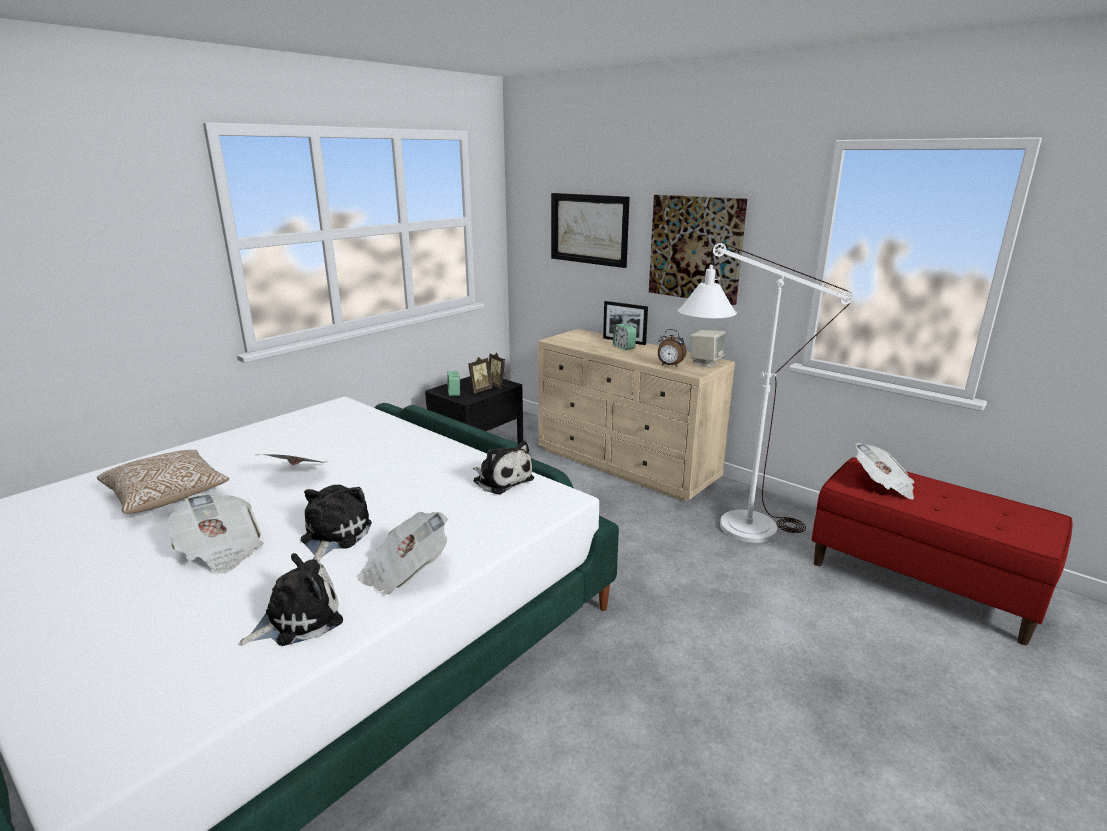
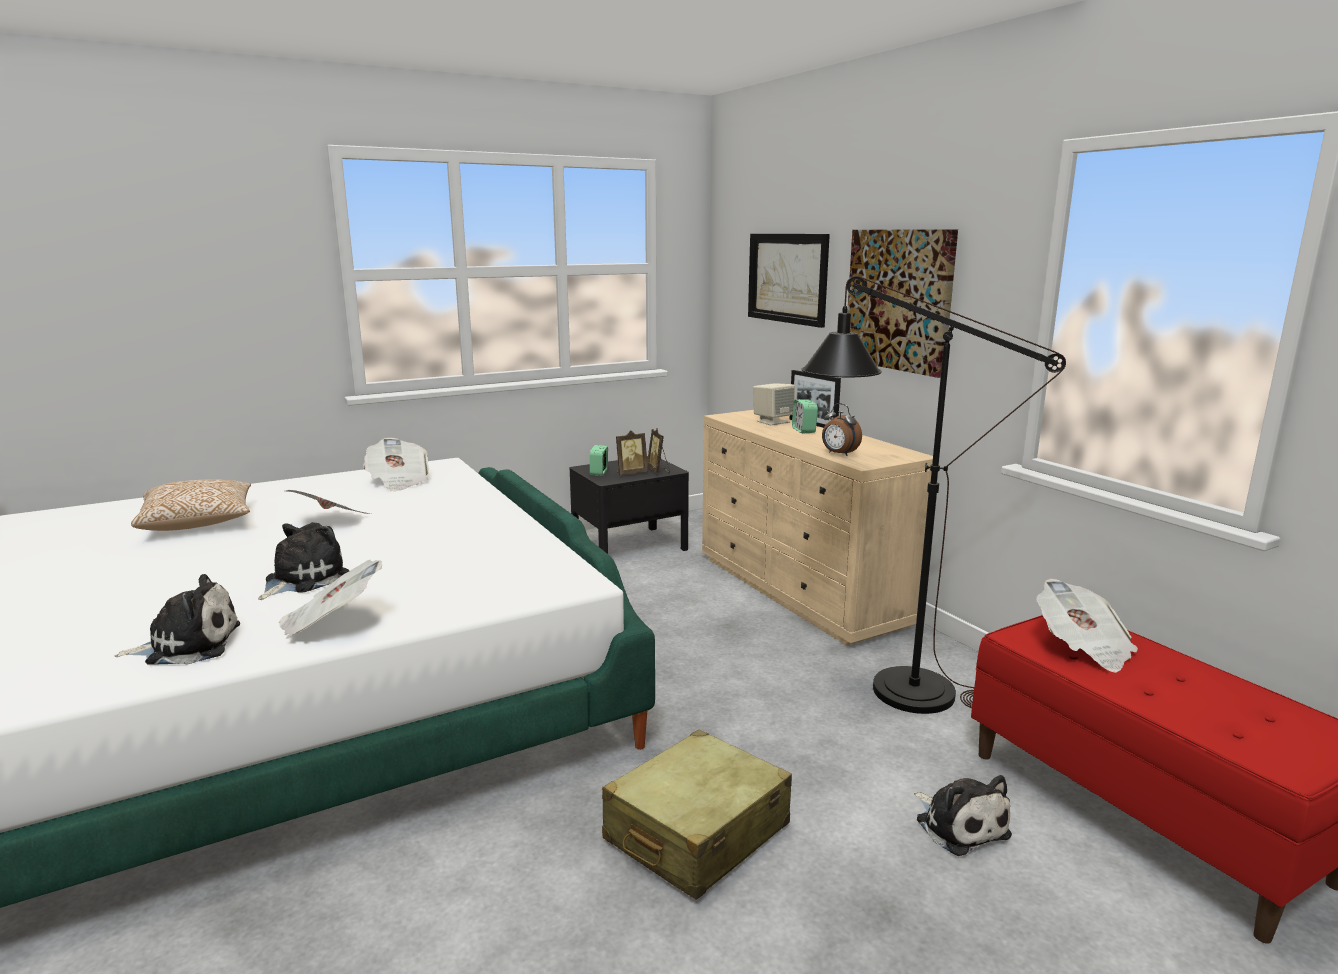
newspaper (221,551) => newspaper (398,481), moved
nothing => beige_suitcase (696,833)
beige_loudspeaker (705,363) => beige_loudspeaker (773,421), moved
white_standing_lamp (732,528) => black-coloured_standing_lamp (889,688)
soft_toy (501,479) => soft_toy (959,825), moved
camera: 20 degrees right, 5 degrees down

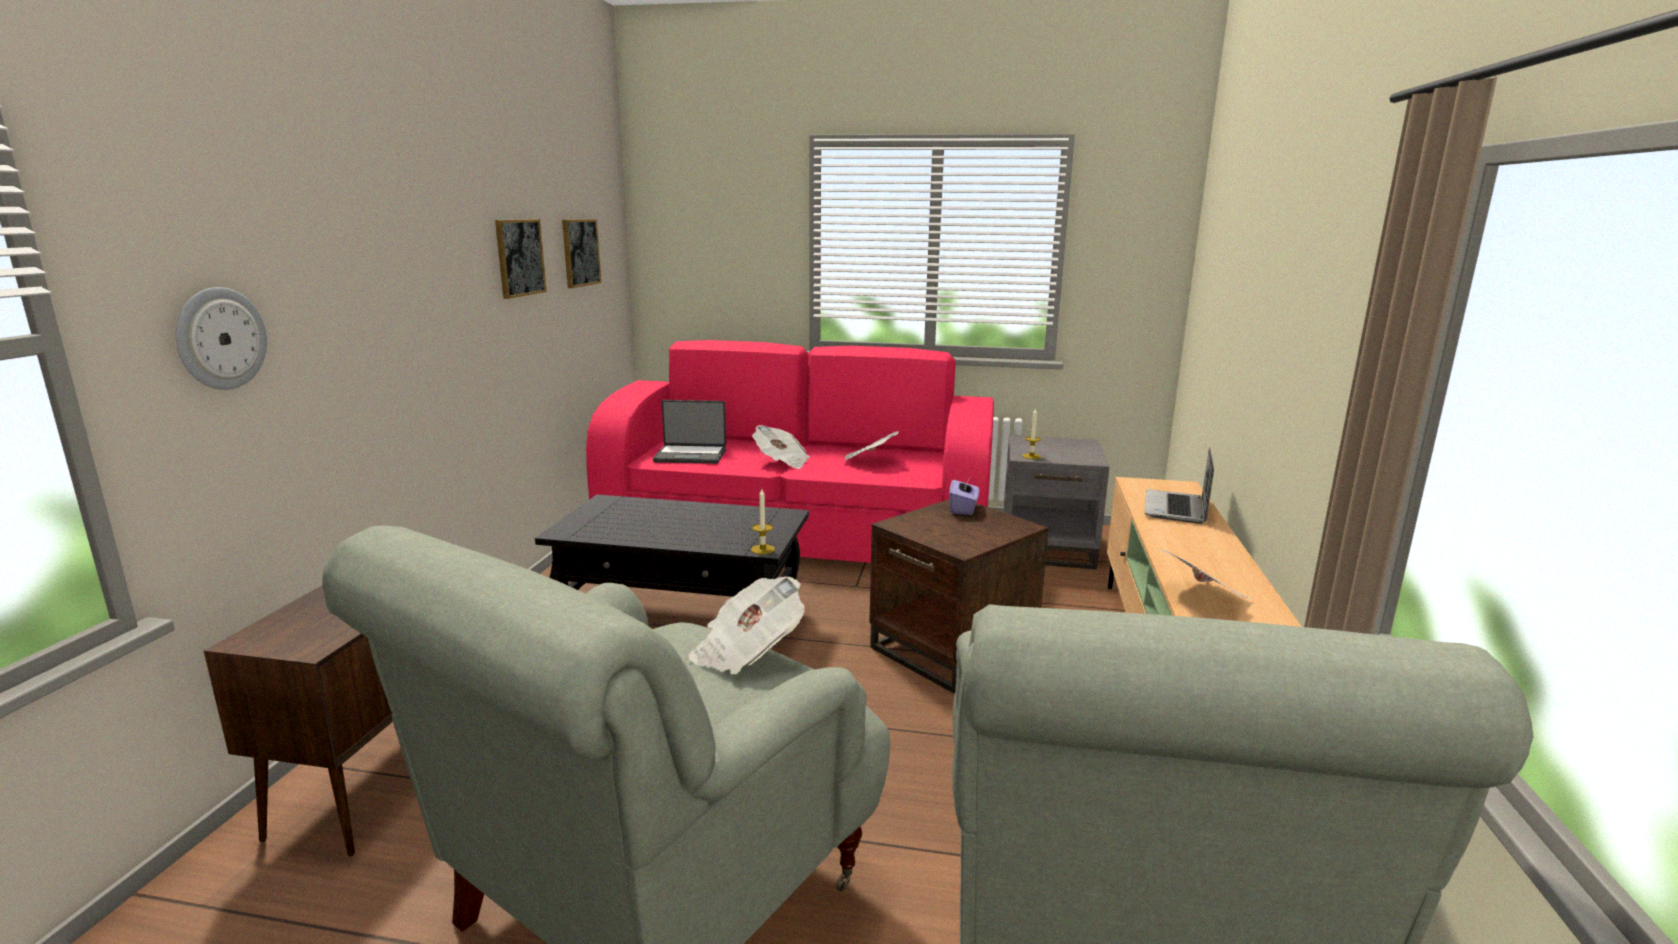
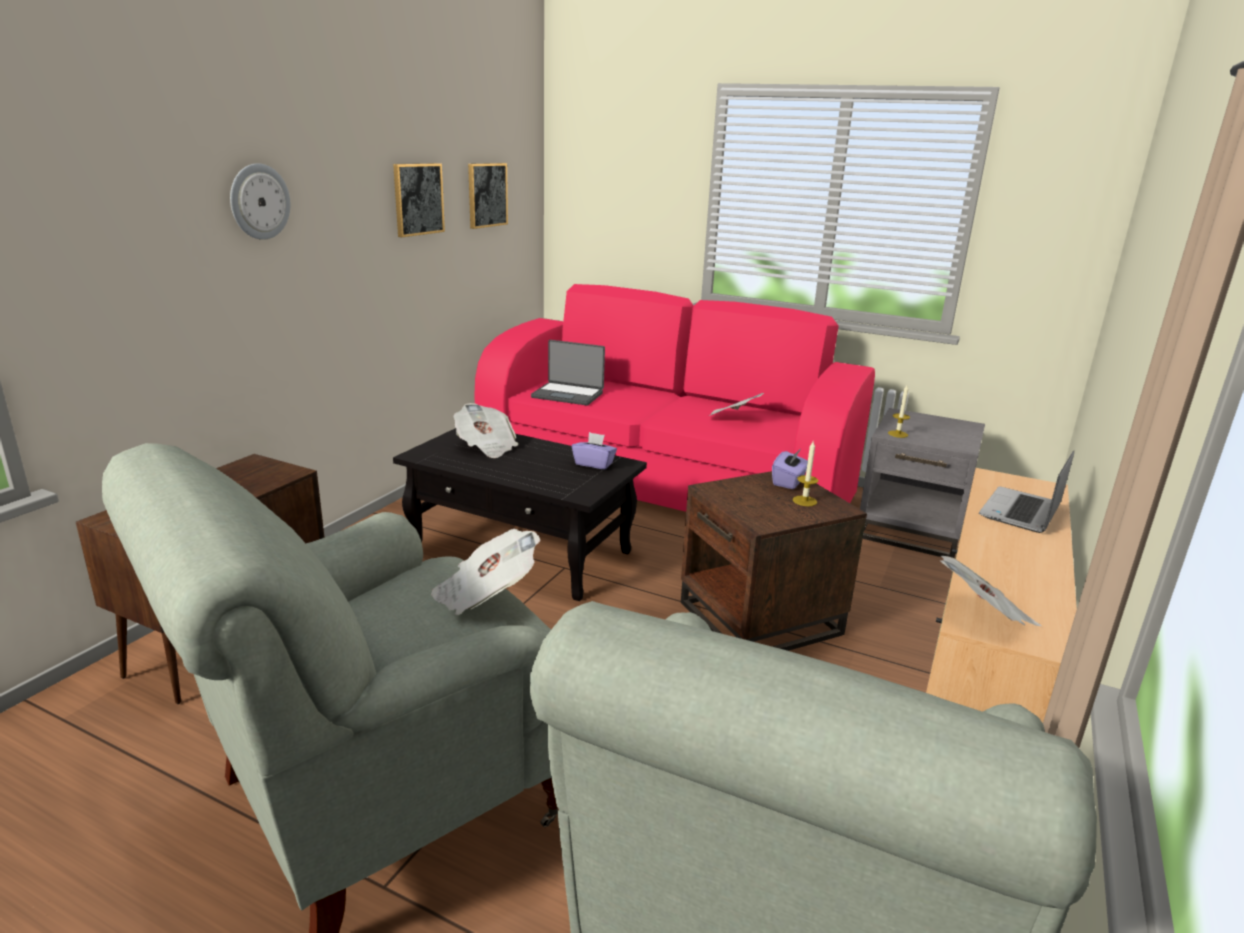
clock_on_the_wall (220,338) => clock_on_the_wall (259,201), moved
newspaper (781,462) => newspaper (486,446), moved
nothing => purple-coloured_tissue_holder (594,464)
candle (762,549) => candle (804,501), moved
camera: 15 degrees right, 5 degrees up

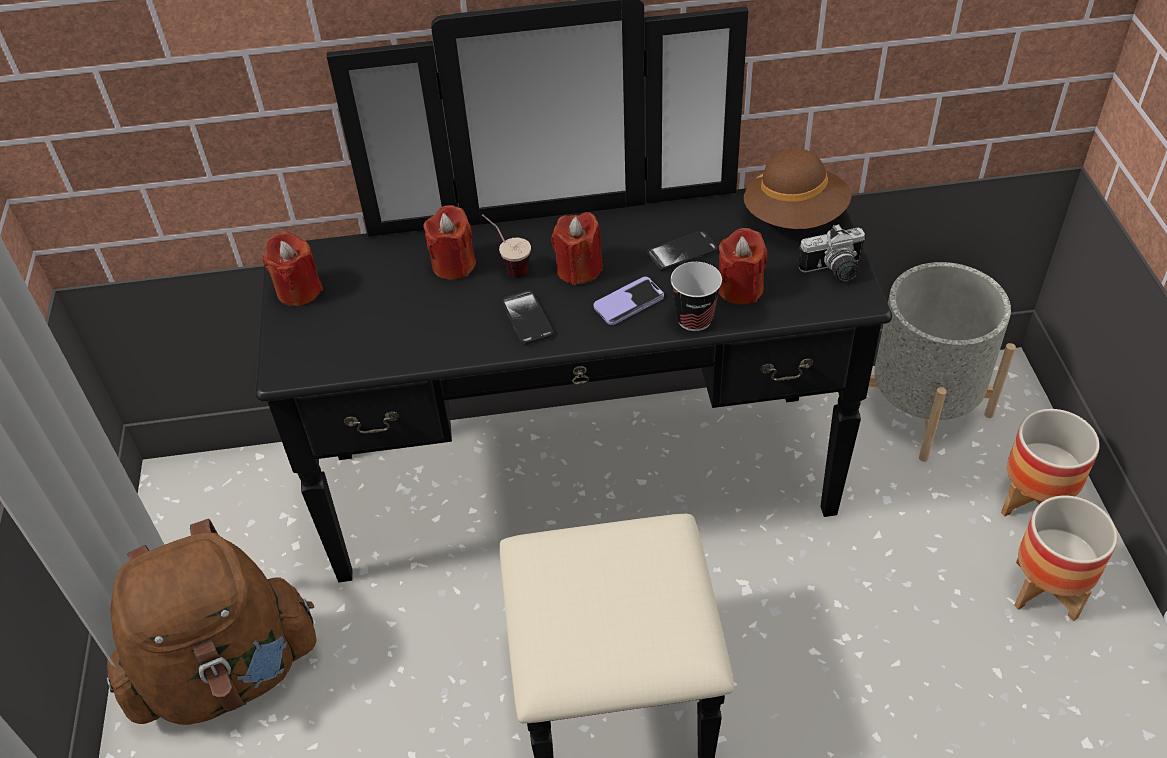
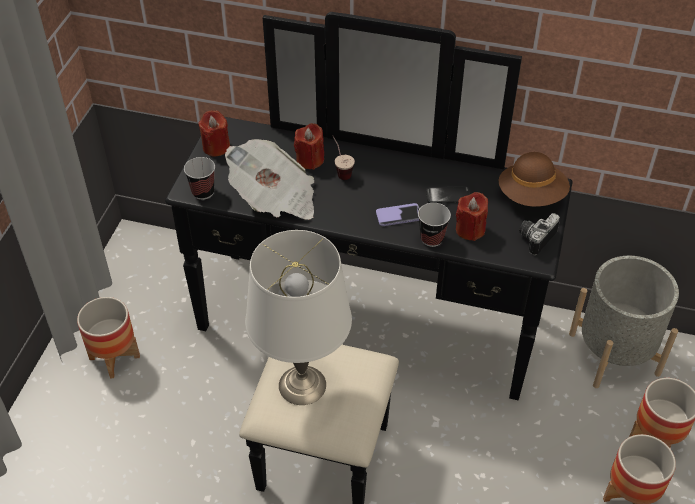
brown_knapsack (227,672) => plant_pot (115,357)
nothing => drinking_cup (203,192)
nothing => newspaper (274,199)
nothing => white_tabletop_lamp (301,385)
still_camera (834,271) => still_camera (535,238), 120 degrees clockwise
phone (527,319) => nothing
red_candle (579,269) => nothing
camera: 20 degrees right, 0 degrees up

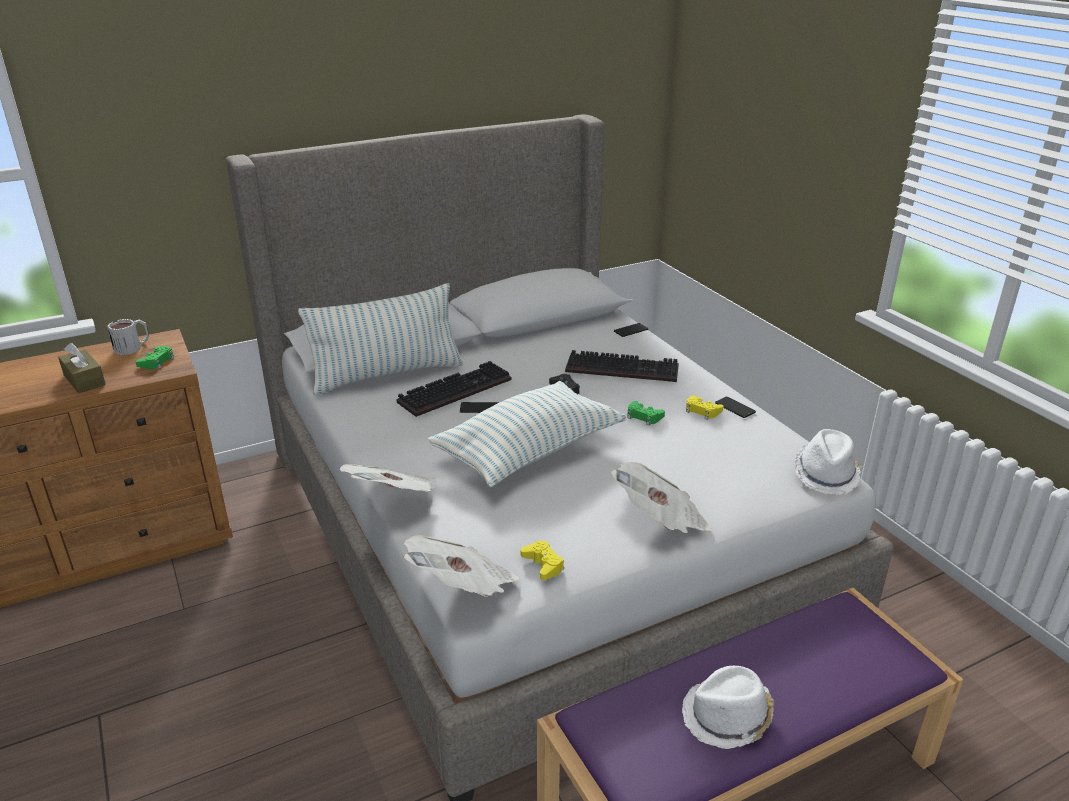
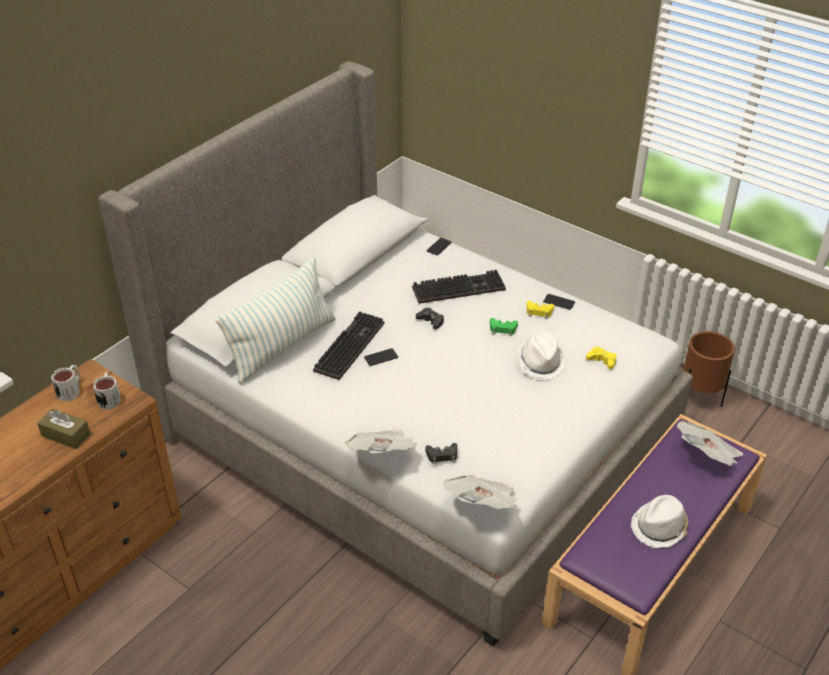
green-coloured_joypad (157,362) => tea_mug (109,398)
nothing => black-coloured_joypad (442,456)
white_hat (826,474) => white_hat (540,363), moved
yellow-coloured_joypad (543,564) => yellow-coloured_joypad (602,360), moved
newspaper (660,520) => newspaper (708,456), moved
nothing => brown_plant_pot (699,399)
pillow (529,451) => nothing
camera: 25 degrees left, 10 degrees up

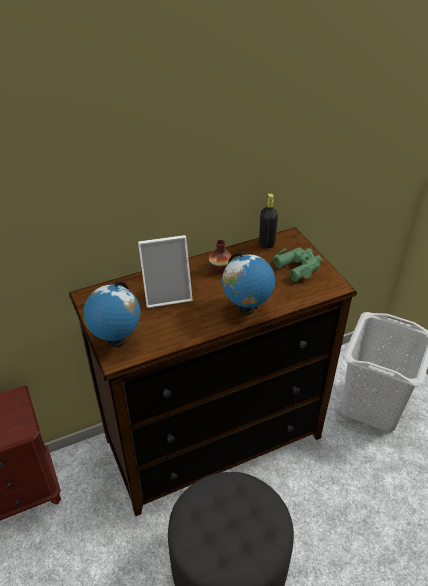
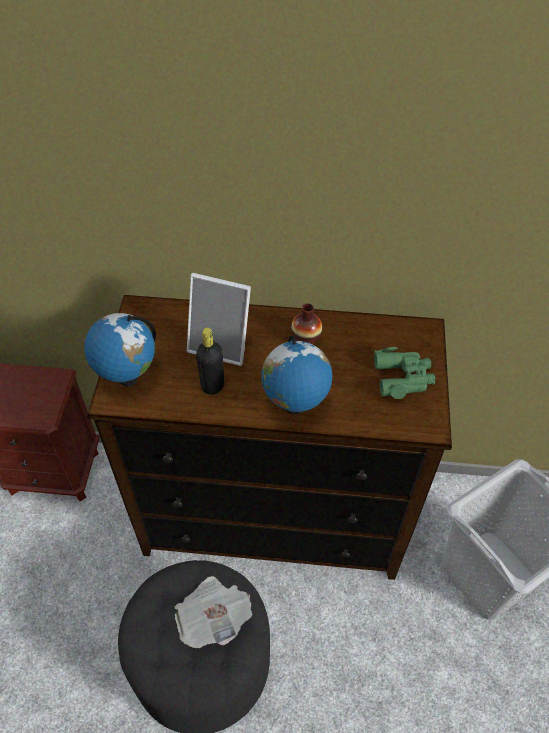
nothing => newspaper (213,617)
black-coloured_bottle (266,243) => black-coloured_bottle (212,385), moved
camera: 30 degrees right, 10 degrees up

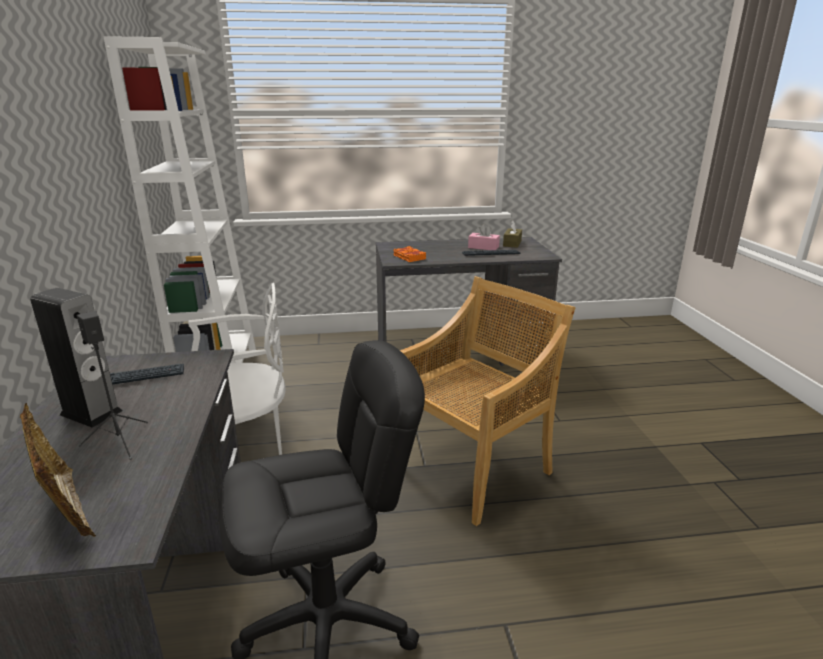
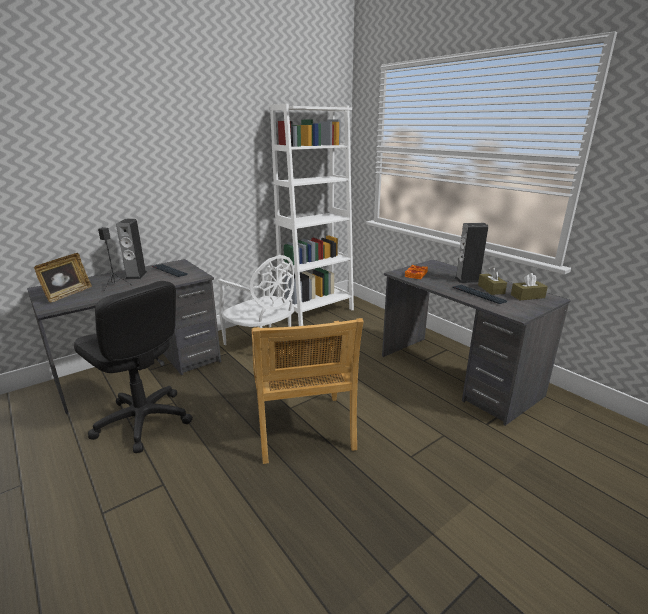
beige_plain_chair (474,468) => beige_plain_chair (304,429), 60 degrees clockwise
nothing => loudspeaker (467,280)
pinkish_tissue_holder (483,247) => brown_tissue_holder (491,289)
camera: 60 degrees right, 0 degrees up

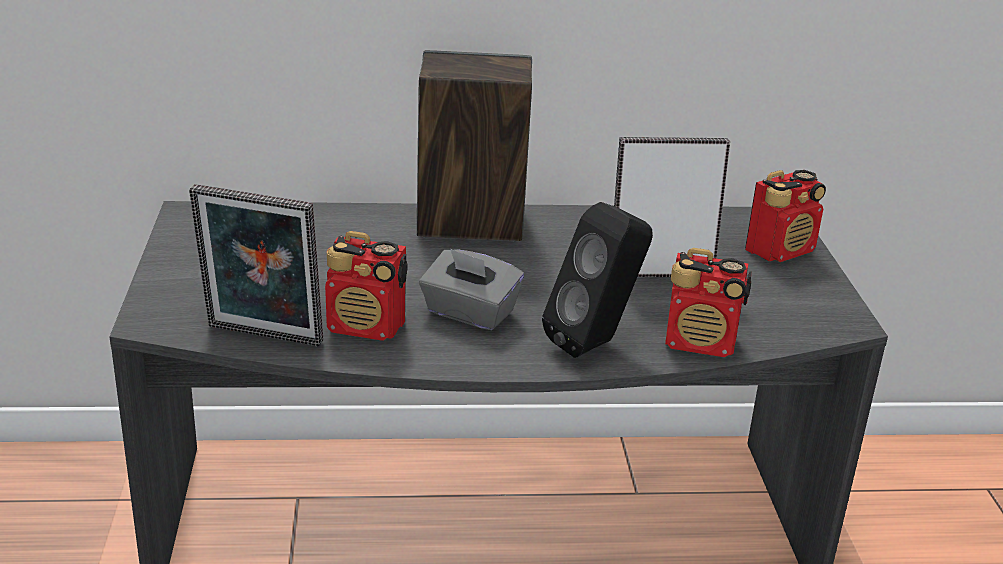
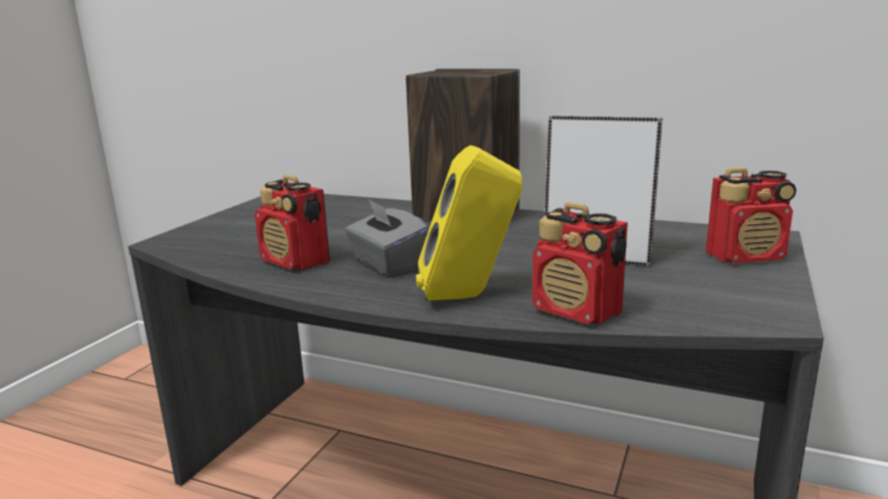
black-coloured_loudspeaker (596,343) => yellow-coloured_loudspeaker (470,296)
standing_frame (262,338) => nothing
camera: 30 degrees right, 10 degrees down

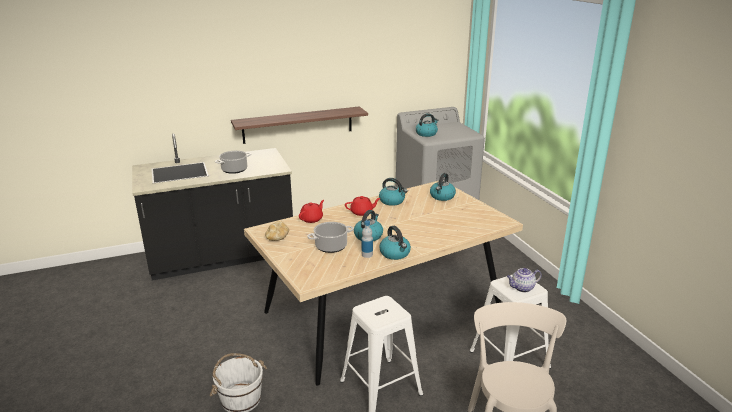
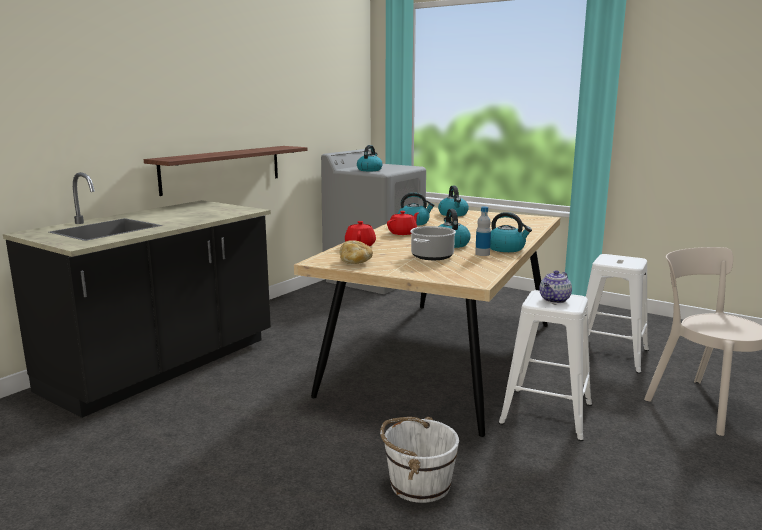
teapot (522,288) => teapot (554,300), moved
saucepot (234,170) => nothing
camera: 35 degrees left, 10 degrees down

